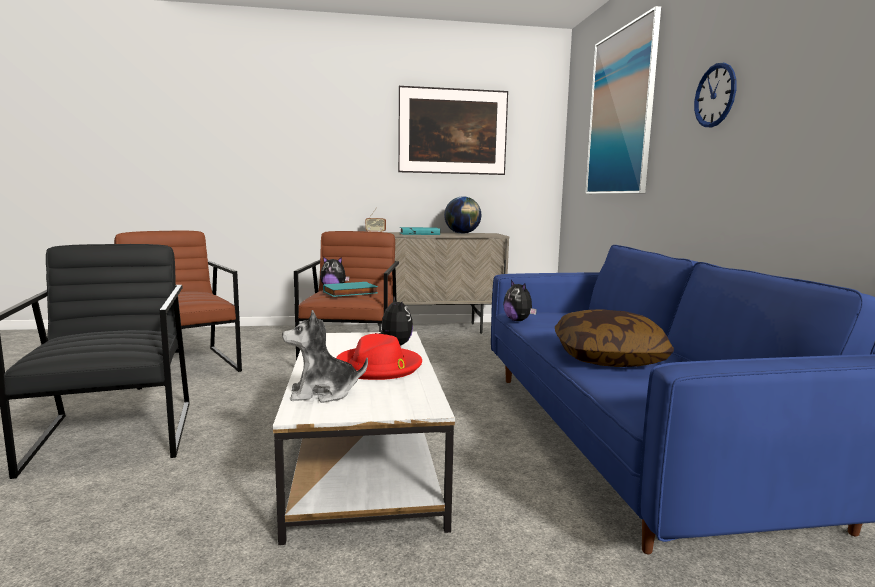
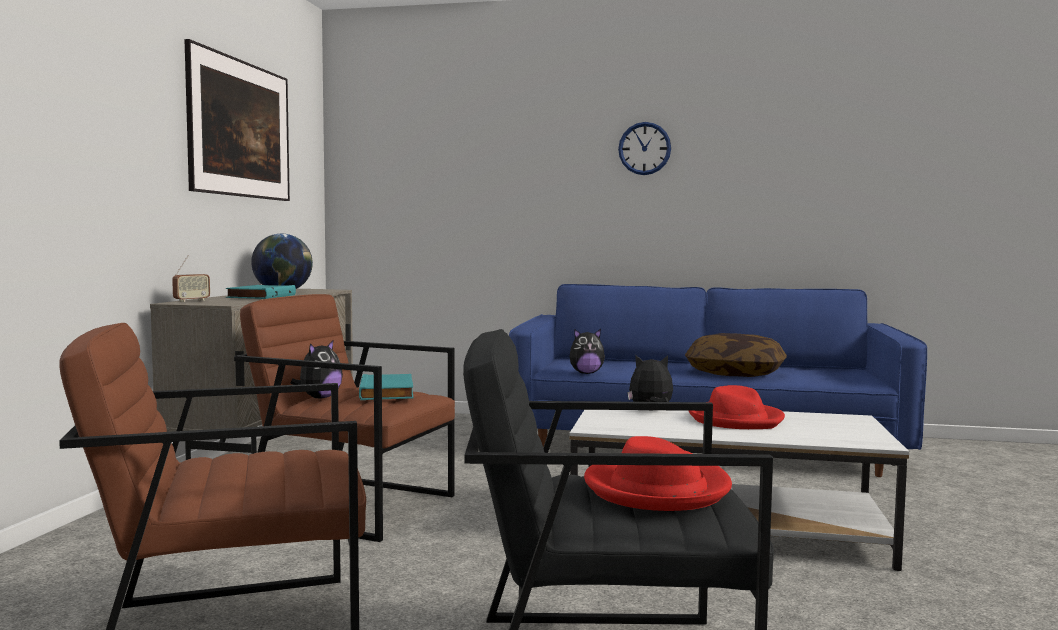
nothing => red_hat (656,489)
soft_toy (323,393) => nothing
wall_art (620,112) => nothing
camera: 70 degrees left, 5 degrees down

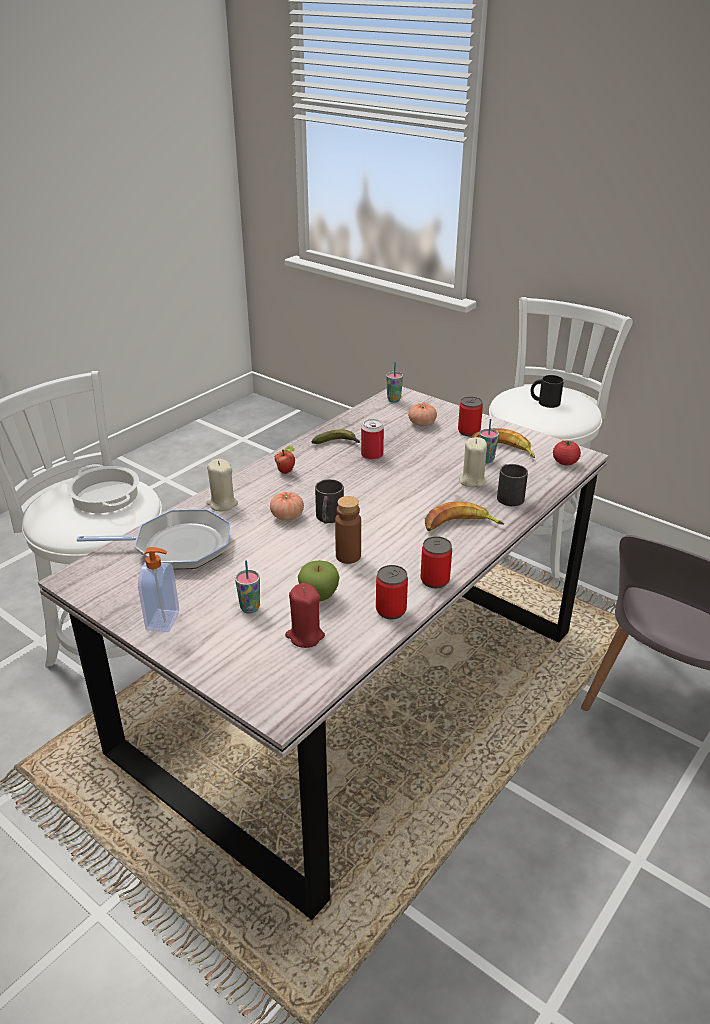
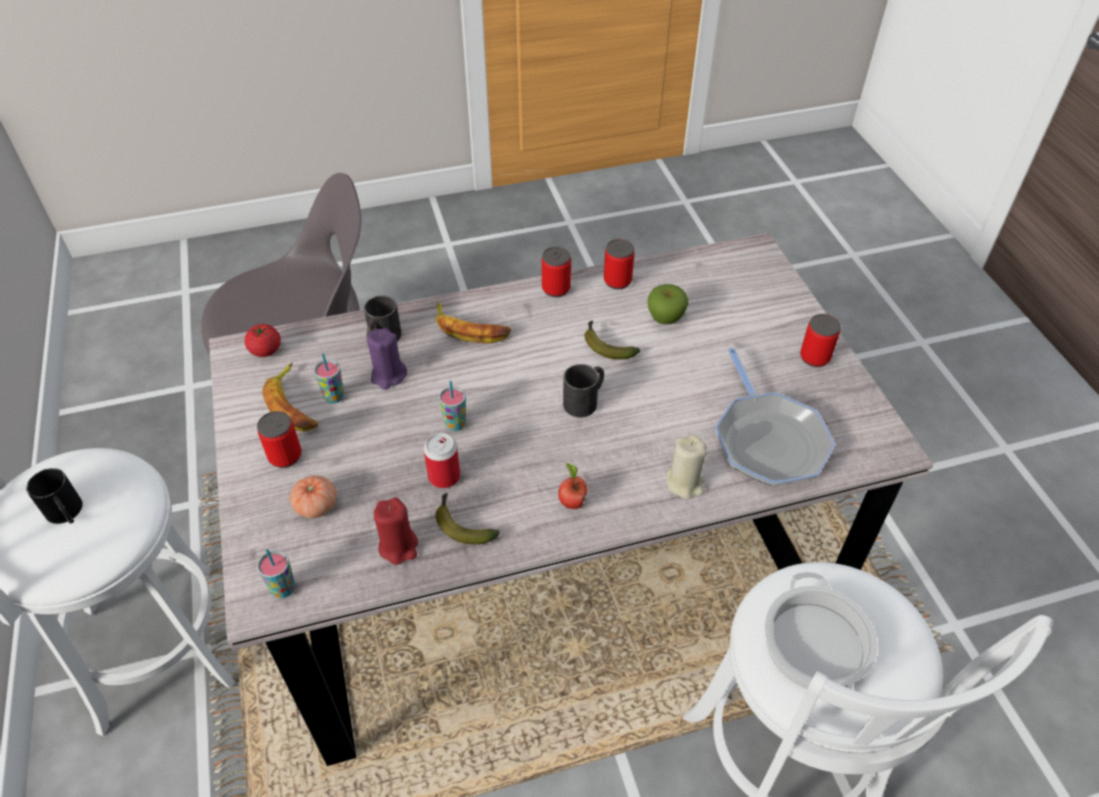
beige_candle (472,480) => purple-coloured_candle (388,376)
red_candle (305,636) => red_candle (398,546), moved
drinking_cup (250,608) => drinking_cup (455,424), moved
brown_bottle (348,556) => whole_banana (606,346)
pan (177,547) => pan (768,440), 135 degrees counterclockwise
soap_dispenser (164,620) => can (814,357)
fresh_tomato (287,516) => nothing
camera: 145 degrees left, 15 degrees up

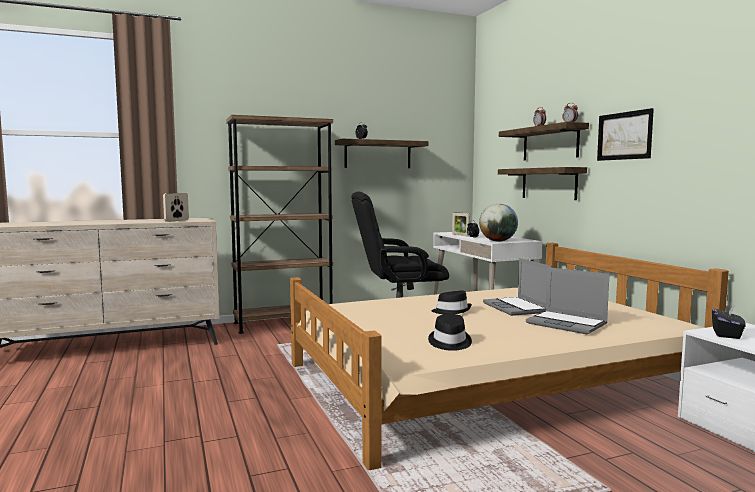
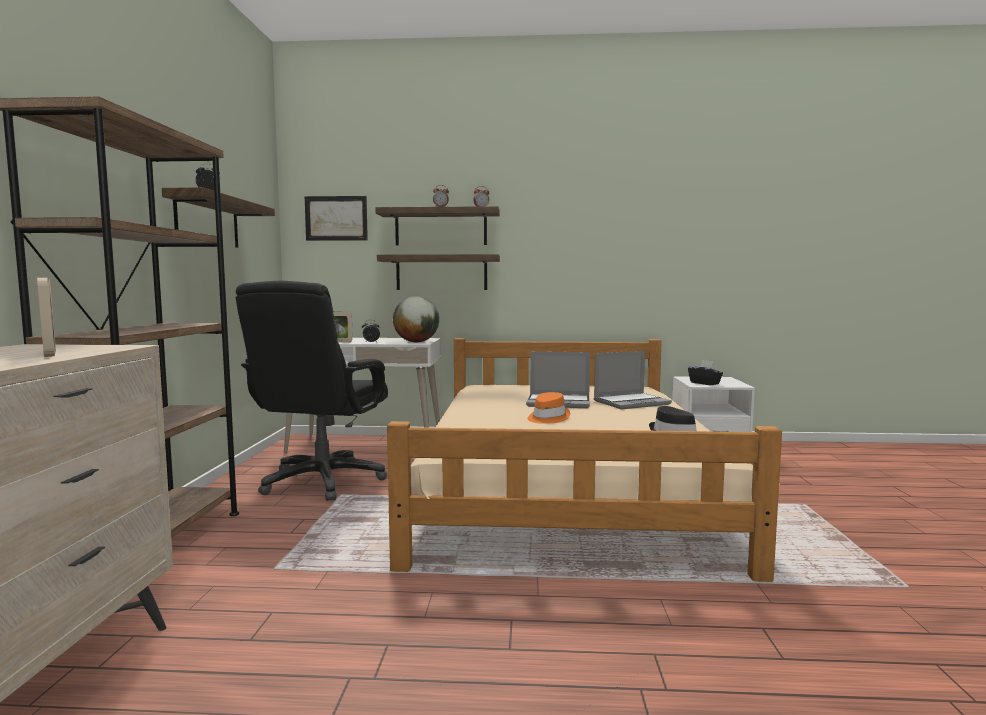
wall_art (624,136) => wall_art (336,218), moved
black-coloured_hat (451,311) => orange-coloured_hat (547,418)
camera: 65 degrees left, 0 degrees up

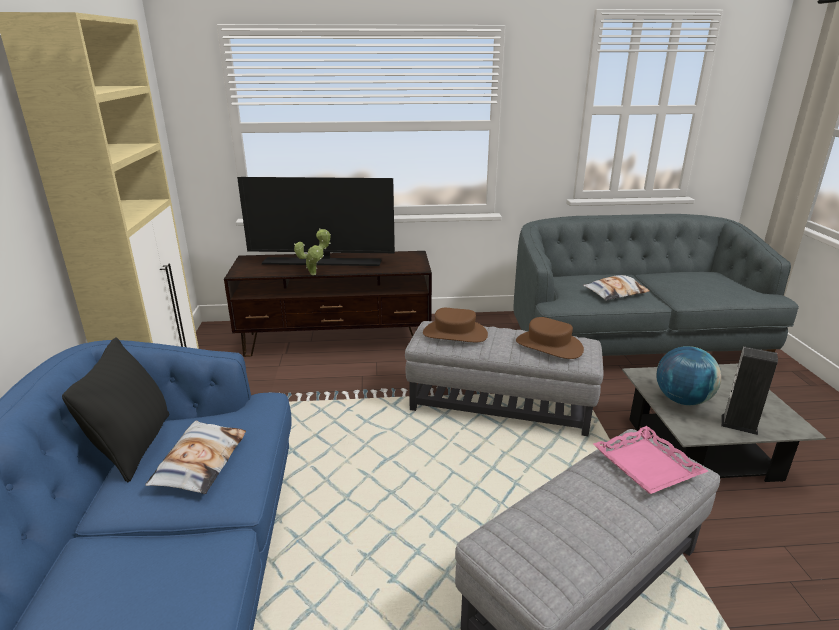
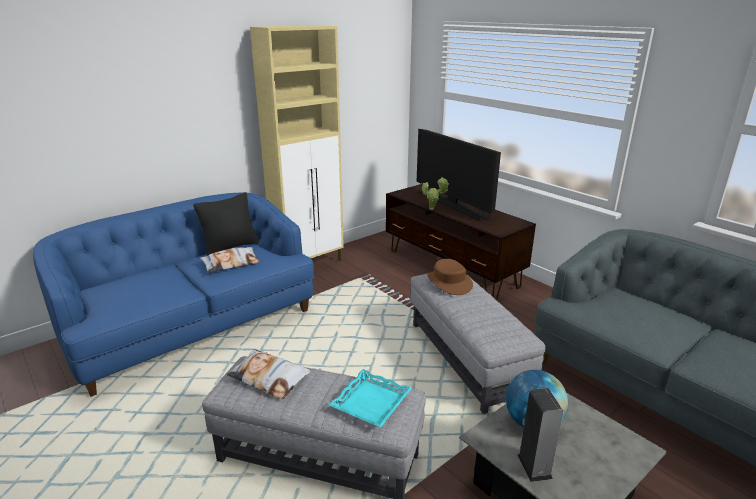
pillow (615,292) => pillow (269,378), moved
pinkish_carrying_tray (646,465) => turquoise_carrying_tray (370,402)
brown_hat (548,346) => nothing
camera: 55 degrees right, 0 degrees up

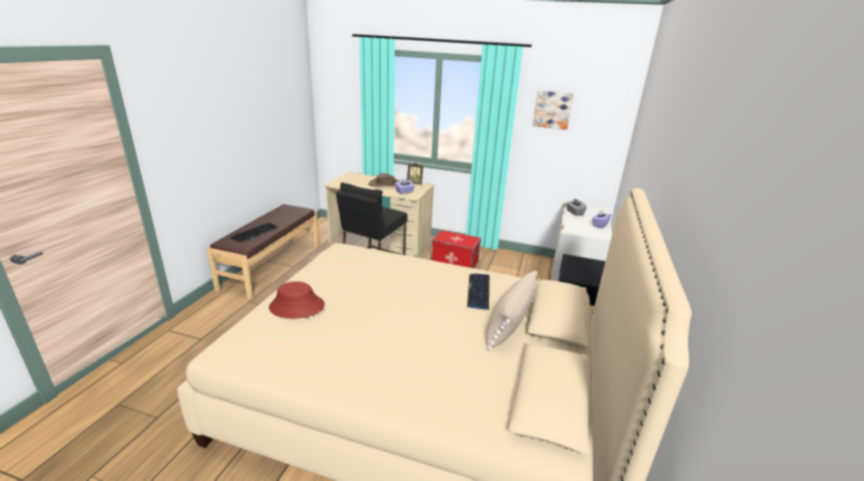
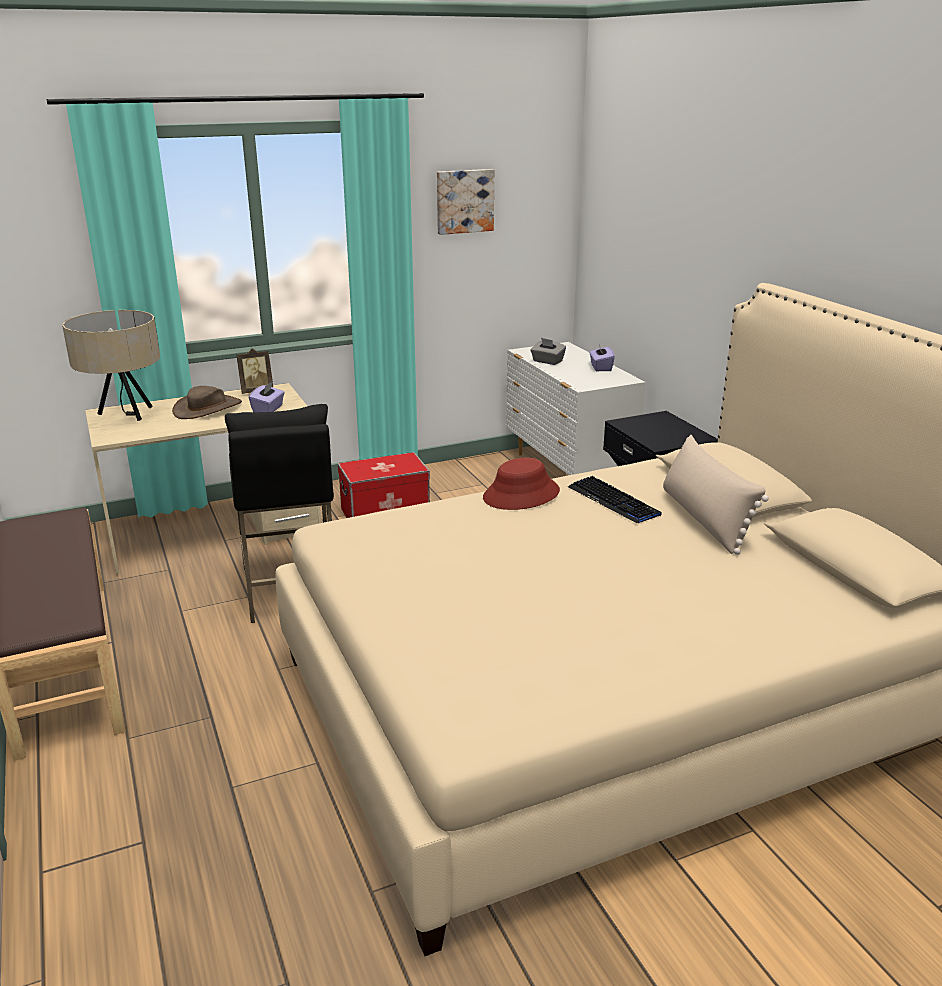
nothing => beige_tabletop_lamp (125,414)
red_hat (296,307) => red_hat (521,495), moved
PC_keyboard (255,233) => nothing
camera: 40 degrees left, 0 degrees up

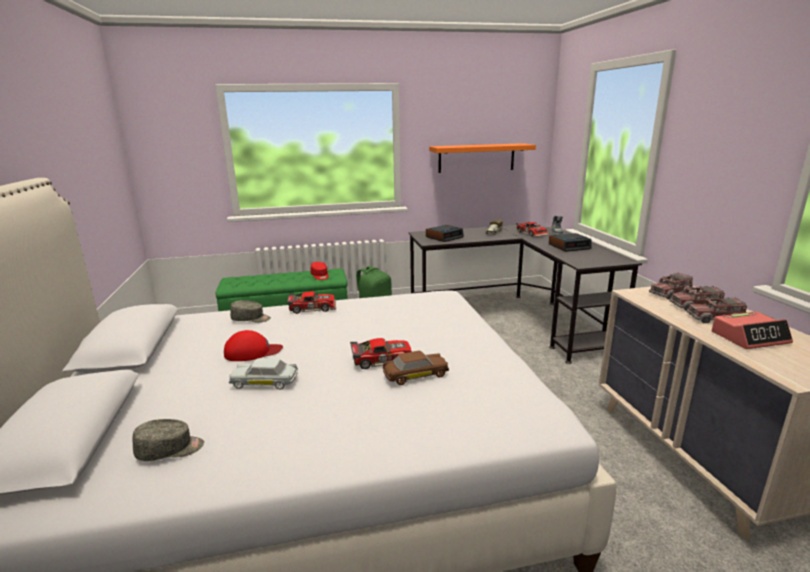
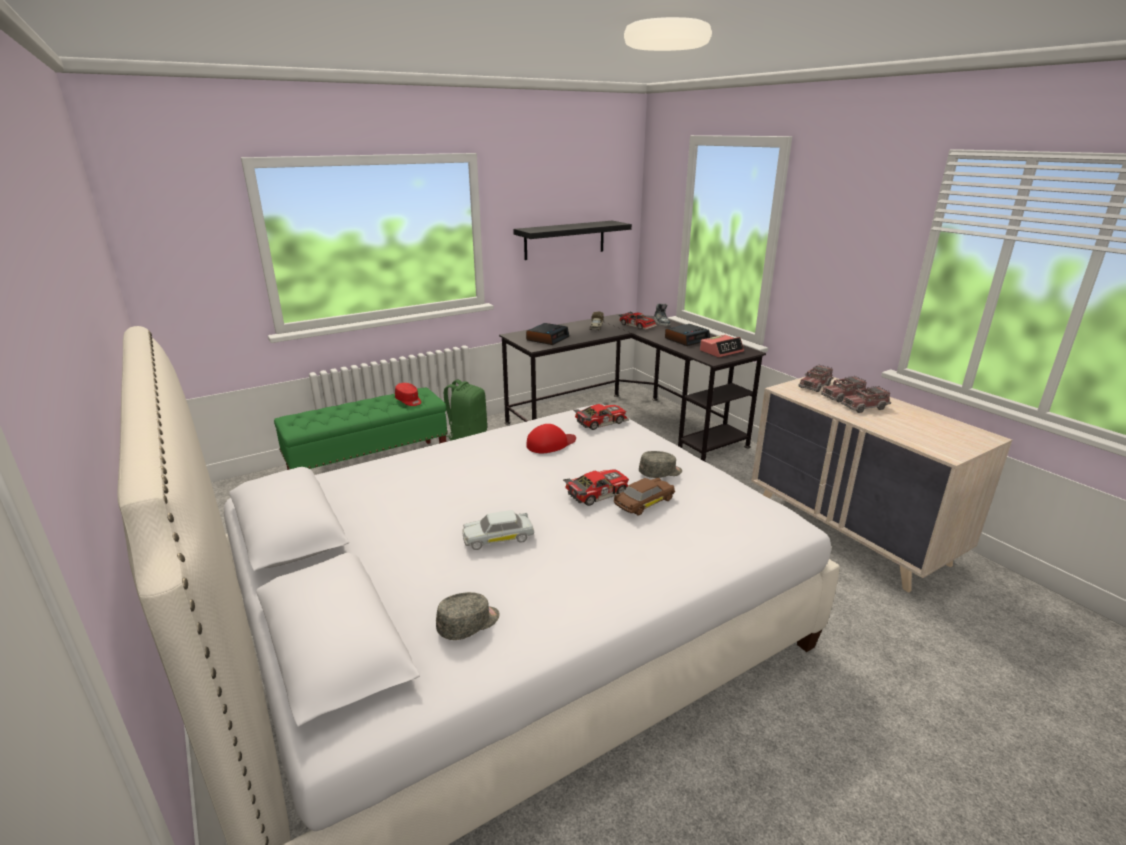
orange-coloured_shelf (476,158) => black-coloured_shelf (564,240)
red_cap (252,352) => red_cap (551,443), moved
model_car (312,307) => model_car (600,421), moved
gray_cap (251,319) => gray_cap (660,473), moved
alarm_clock (750,337) => alarm_clock (721,351), moved
camera: 20 degrees left, 5 degrees up

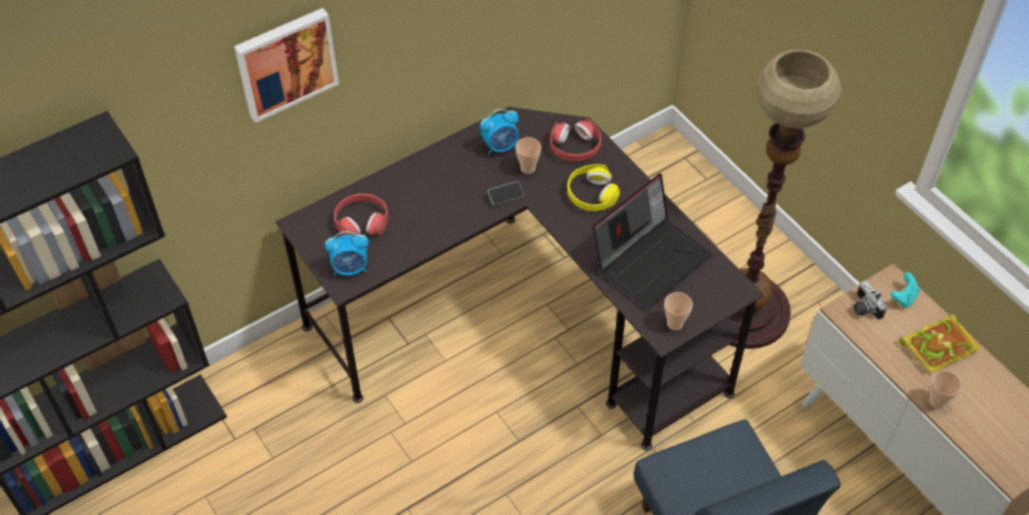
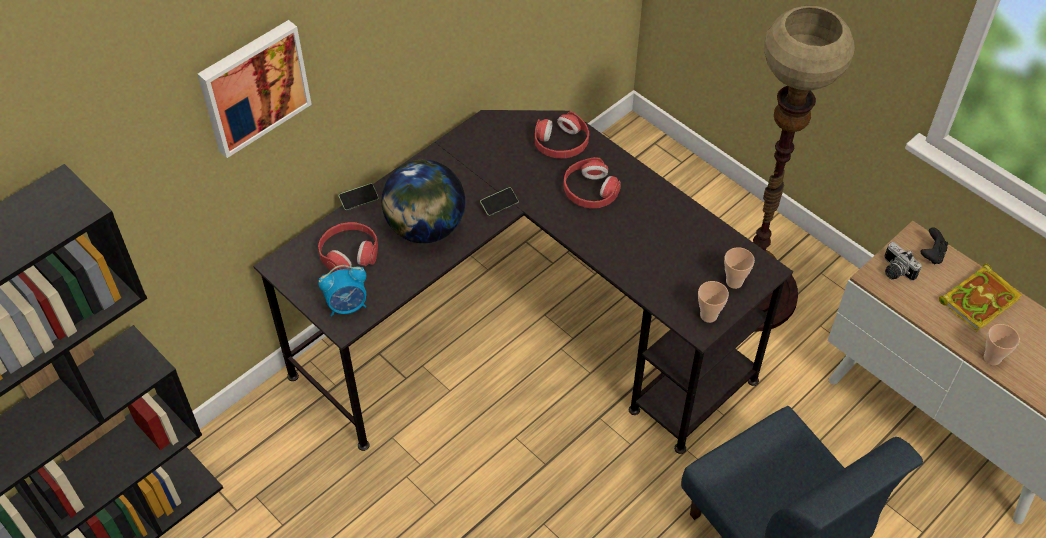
nothing => phone (359,200)
nothing => globe (425,228)
yellow-coloured_headphones (591,194) => red_headphones (590,190)
drinking_cup (528,168) => drinking_cup (734,282), moved
turquoise_joypad (903,298) => black-coloured_joypad (931,254)
alarm_clock (500,147) => nothing
portable_computer (651,259) => nothing
camera: 10 degrees left, 0 degrees up

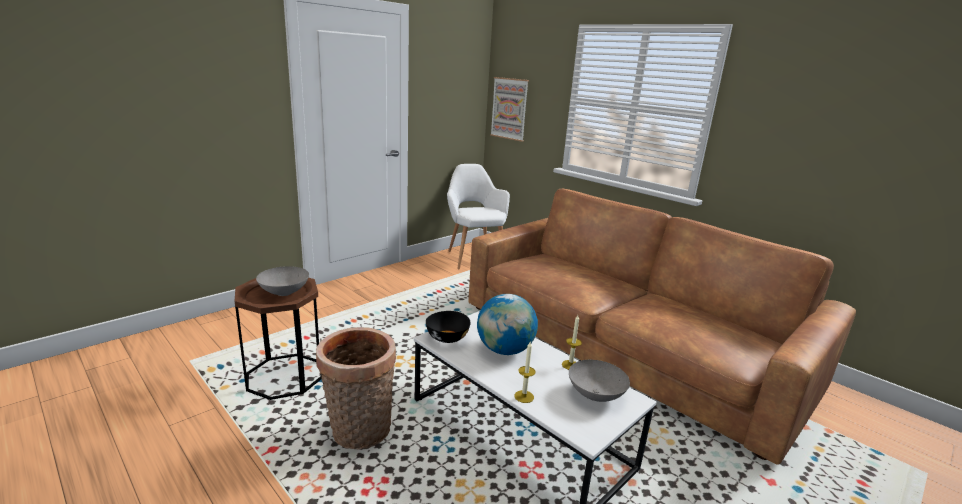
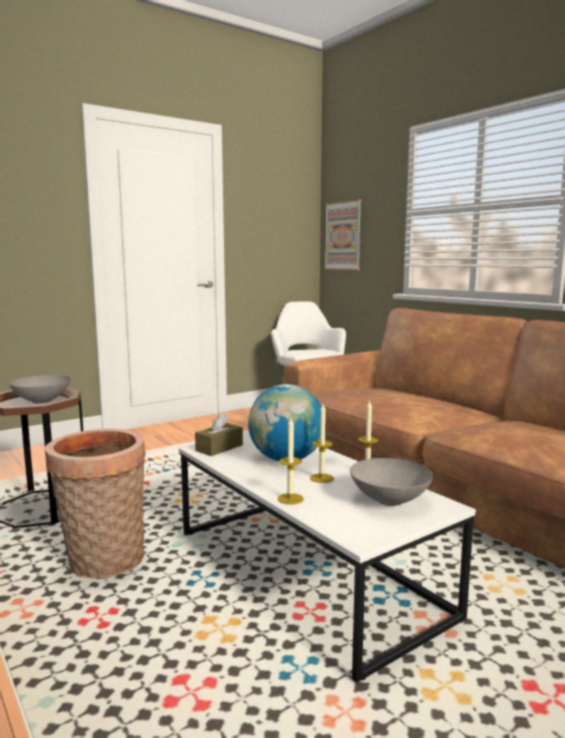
black-coloured_deep_dish (447,337) => brown_tissue_holder (219,448)
nothing => candle (322,478)
camera: 10 degrees right, 10 degrees down

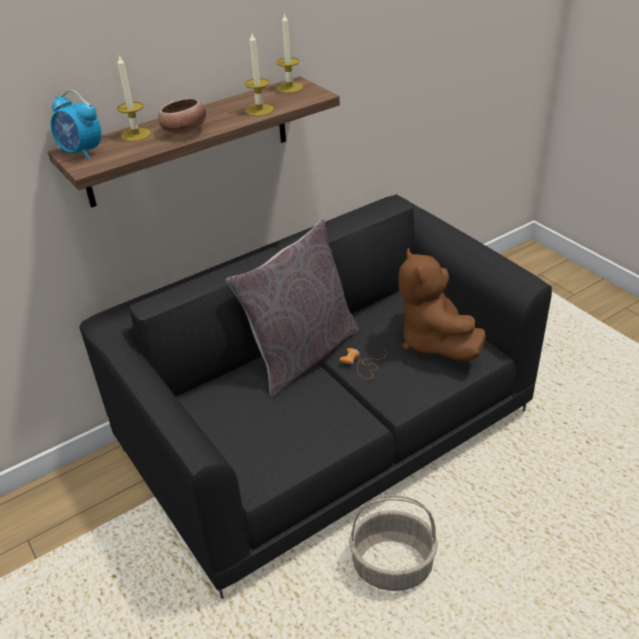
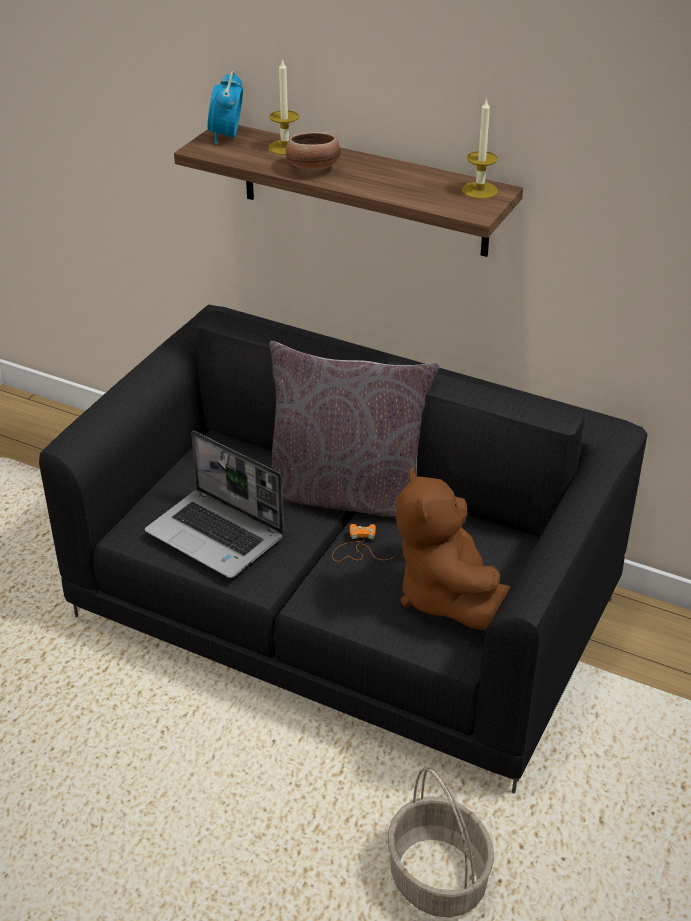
nothing => portable_computer (217,535)
basket (393,565) => basket (439,878), moved
brown_soft_toy (434,341) => brown_soft_toy (446,596), 60 degrees counterclockwise
candle (259,110) => nothing
camera: 60 degrees right, 0 degrees up

